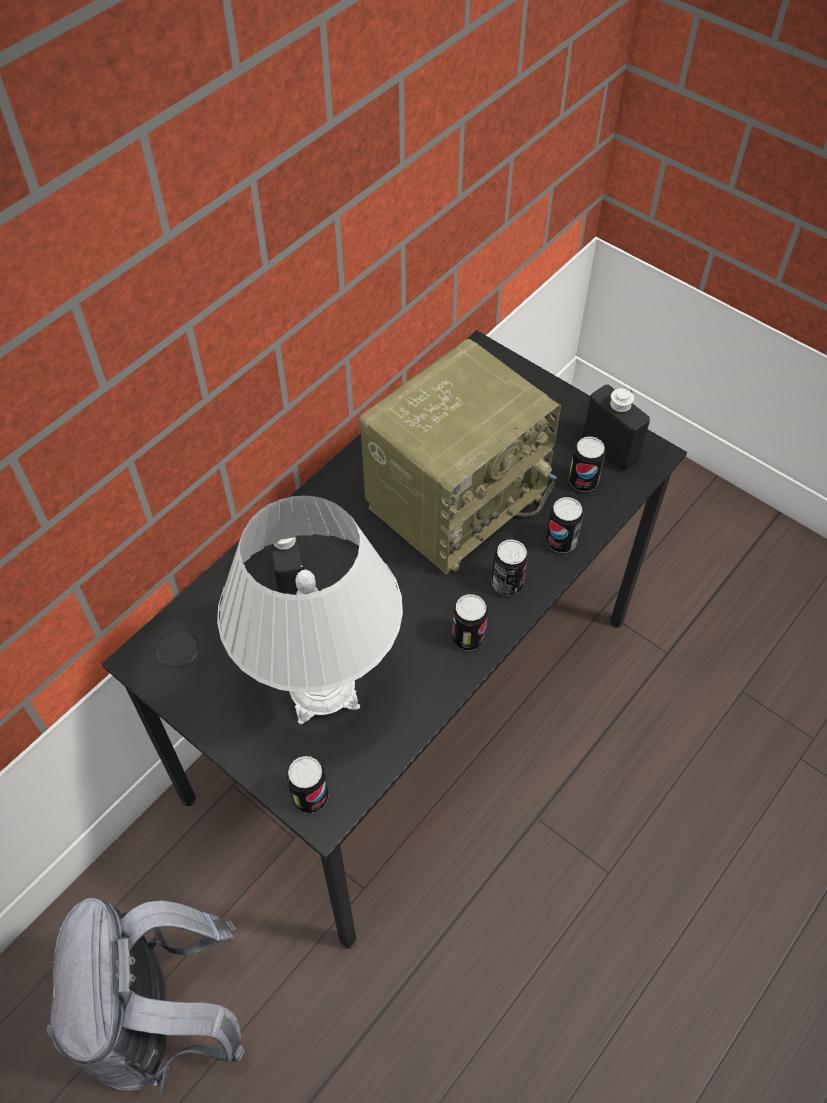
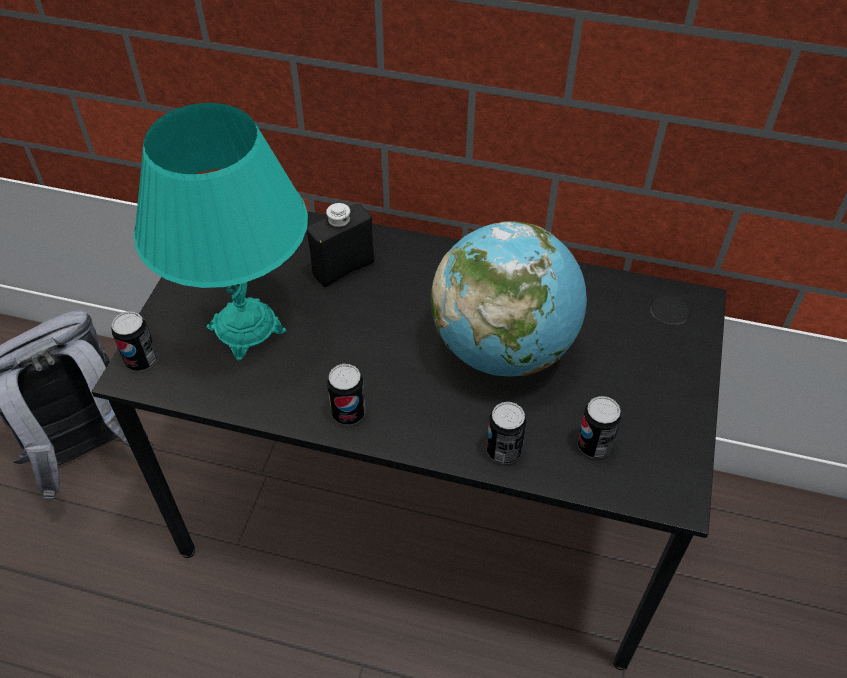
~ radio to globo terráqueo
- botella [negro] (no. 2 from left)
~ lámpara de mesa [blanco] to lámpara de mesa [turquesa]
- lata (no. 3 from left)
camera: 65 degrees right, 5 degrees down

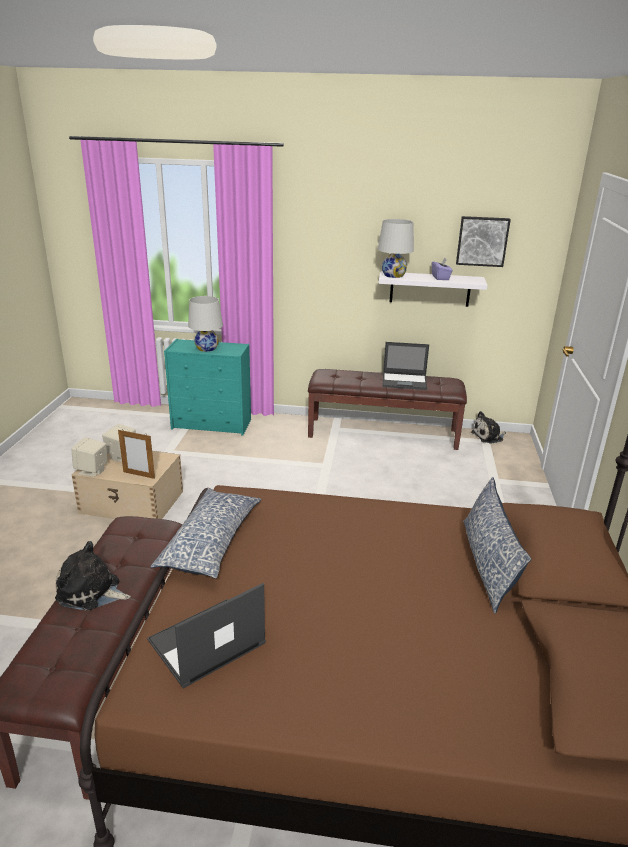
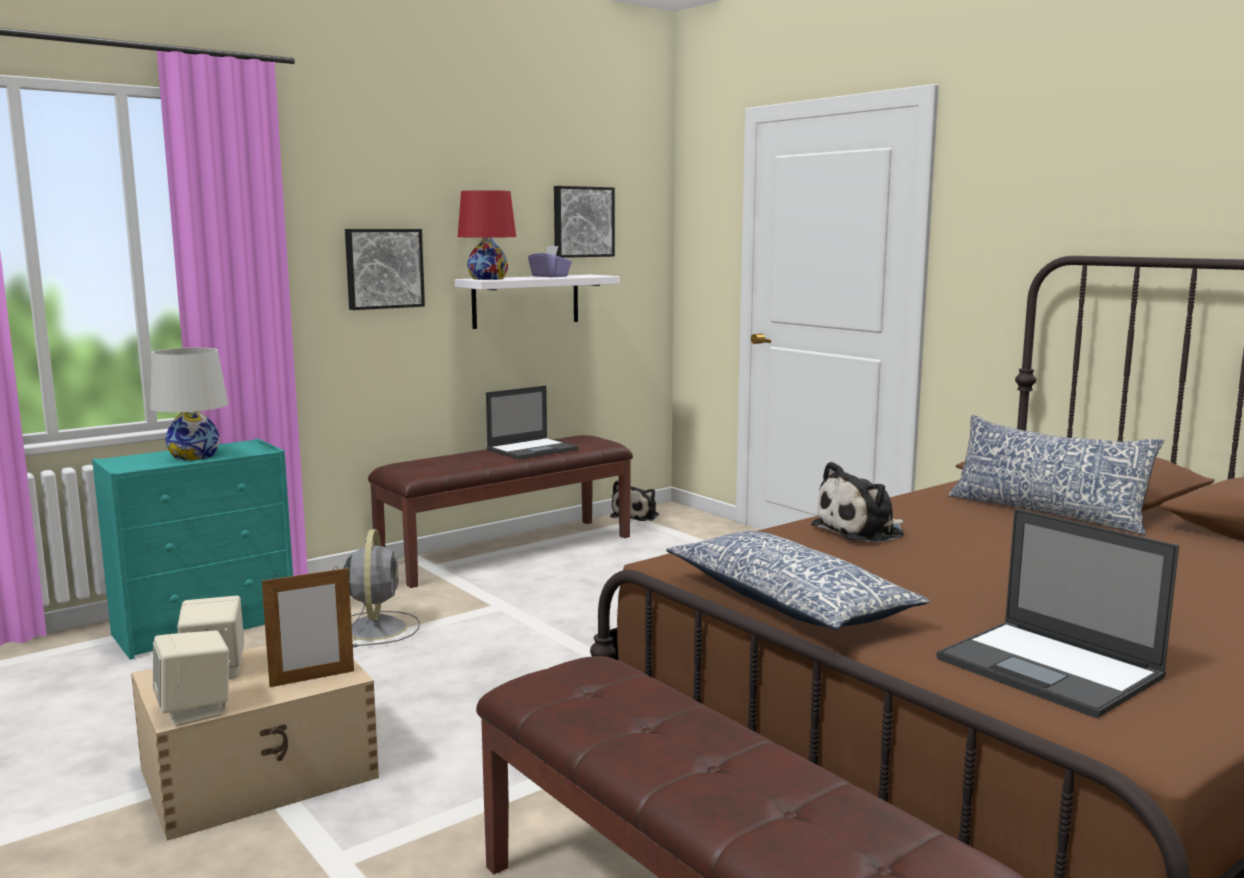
~ lámpara de mesa [blanco] (no. 2 from left) to lámpara de mesa [rojo]
~ peluche (no. 1 from left in the first image) to peluche (no. 2 from left)
~ portátil (no. 1 from left in the first image) 45 degrees counterclockwise
+ cuadro (no. 1 from left)
+ ventilador [gris]
camera: 45 degrees left, 15 degrees down

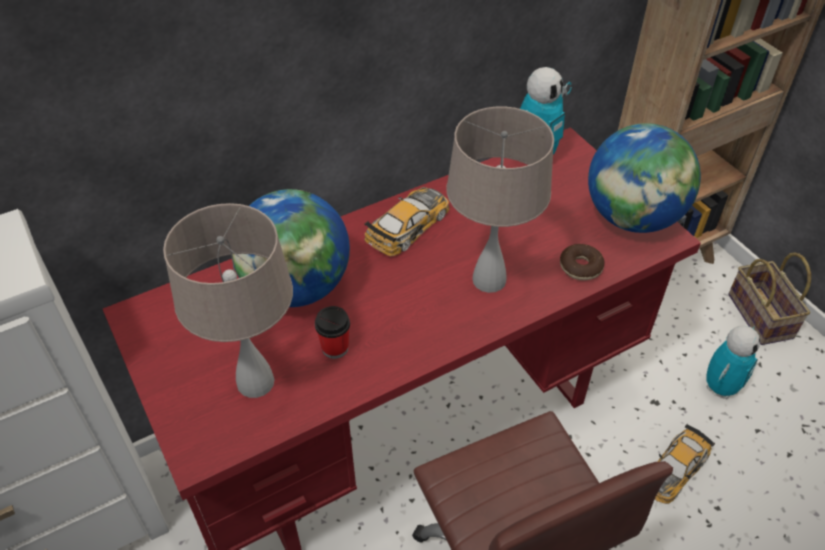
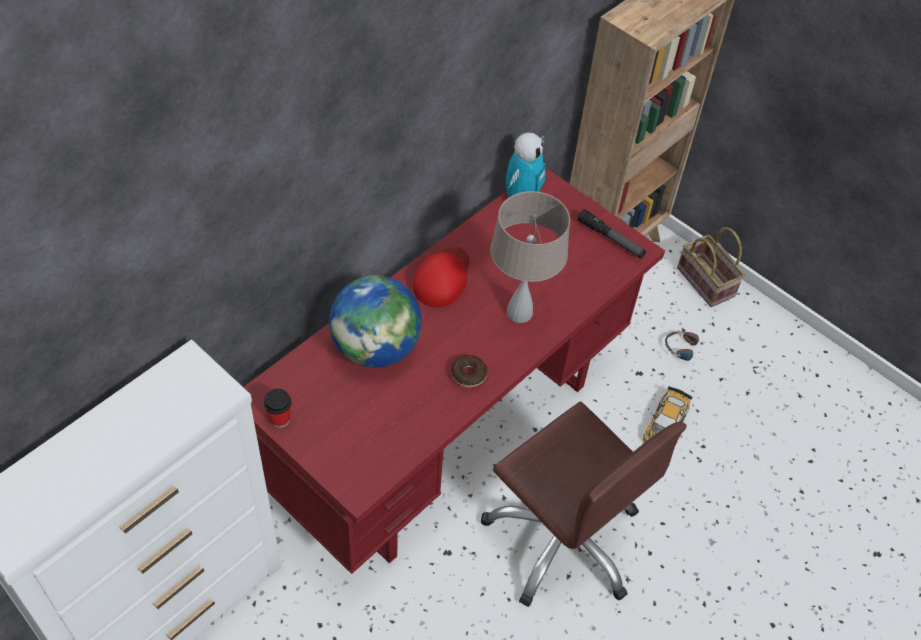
~ globo terráqueo (no. 2 from left) to linterna
~ coche de juguete (no. 1 from left) to gorra [rojo]
- lámpara de mesa [beis] (no. 1 from left)
~ rosquilla
~ taza
~ robot de juguete (no. 2 from left) to auriculares
camera: 20 degrees left, 5 degrees up

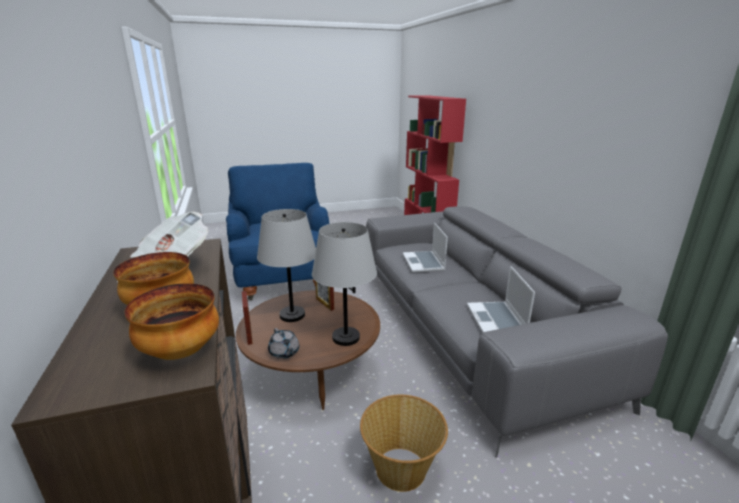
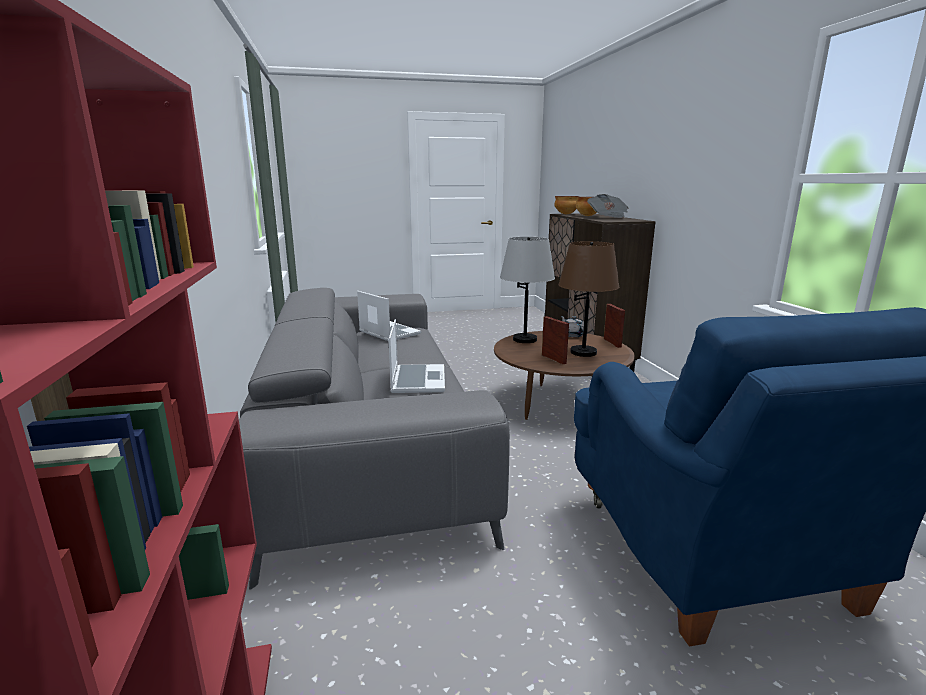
~ lámpara de mesa [gris] (no. 1 from left) to lámpara de mesa [marrón]
~ portátil (no. 2 from left in the first image) 45 degrees counterclockwise
- cesta
camera: 175 degrees left, 5 degrees down

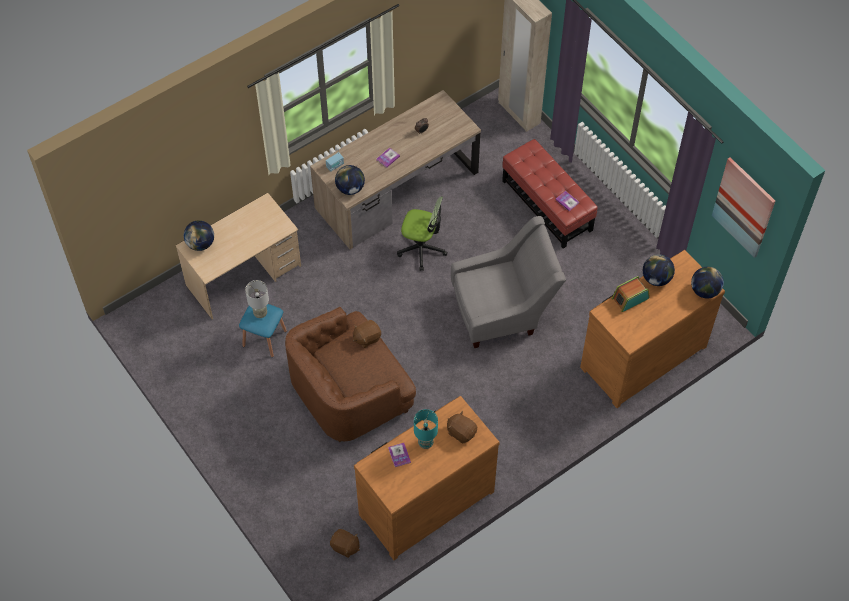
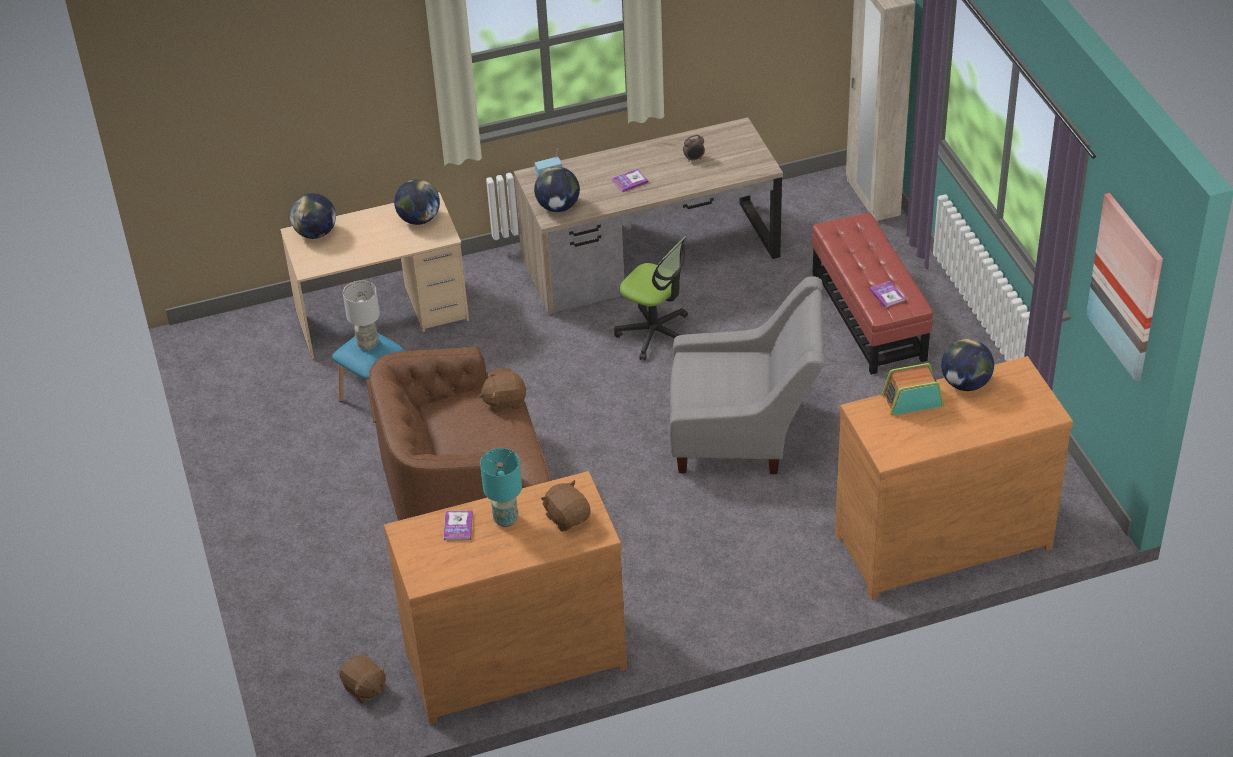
~ globo terráqueo (no. 4 from left in the first image) to globo terráqueo (no. 2 from left)
camera: 20 degrees right, 15 degrees down

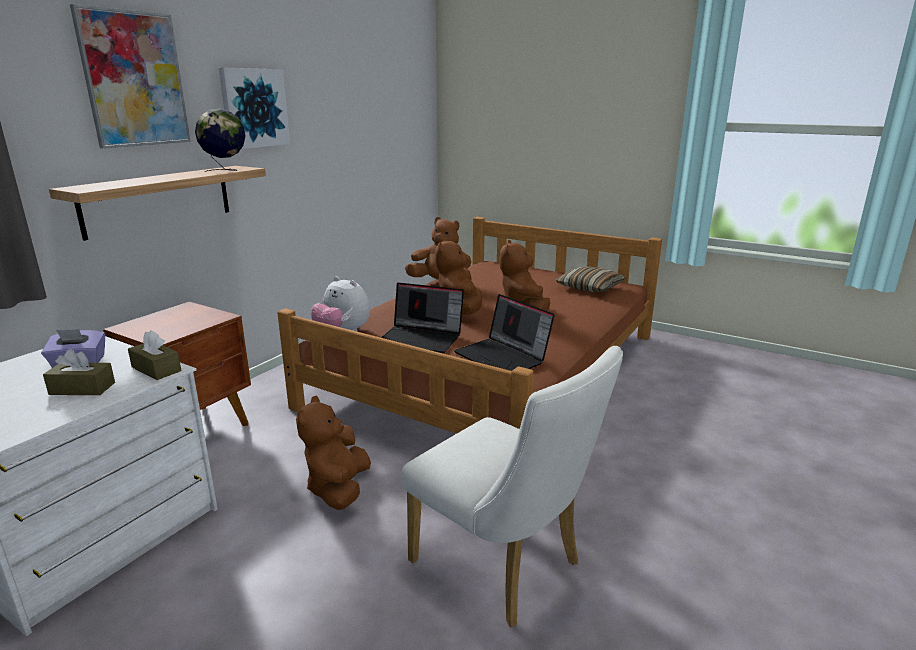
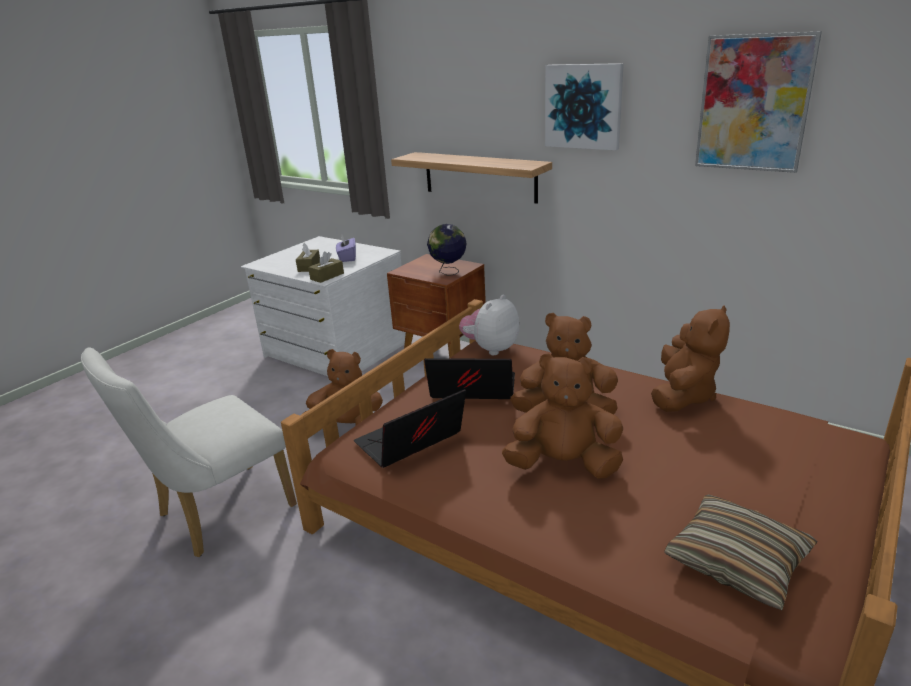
~ cuadro (no. 1 from left in the first image) to cuadro (no. 2 from left)
~ globo terráqueo
~ portátil (no. 1 from left in the first image) 75 degrees clockwise
camera: 95 degrees right, 5 degrees up

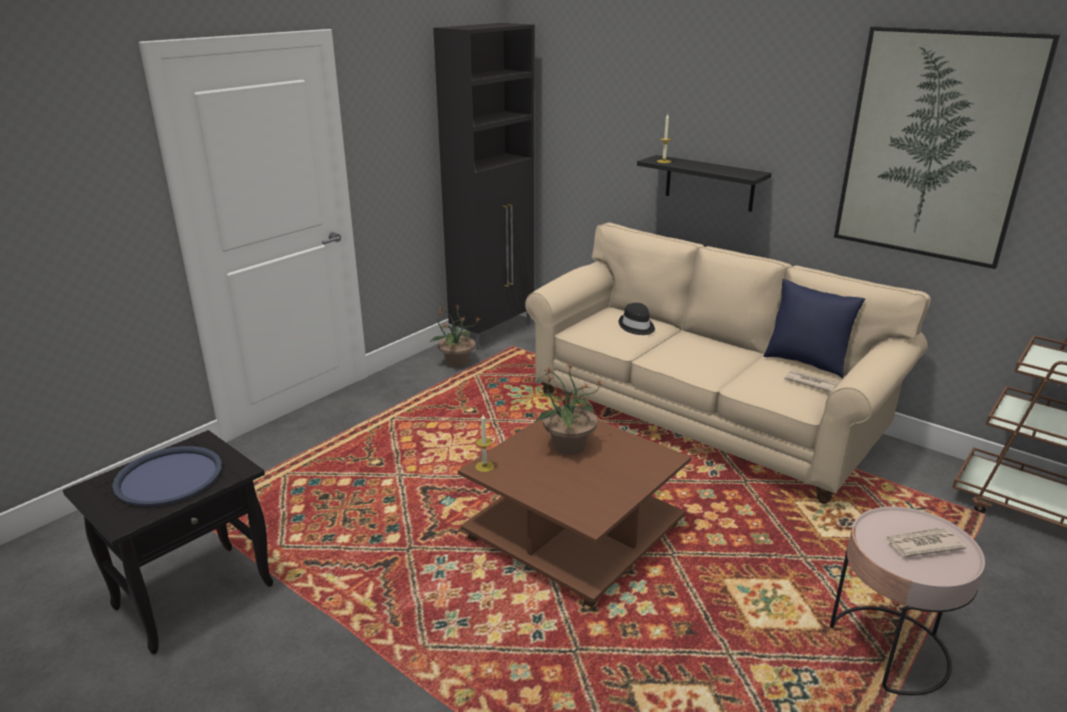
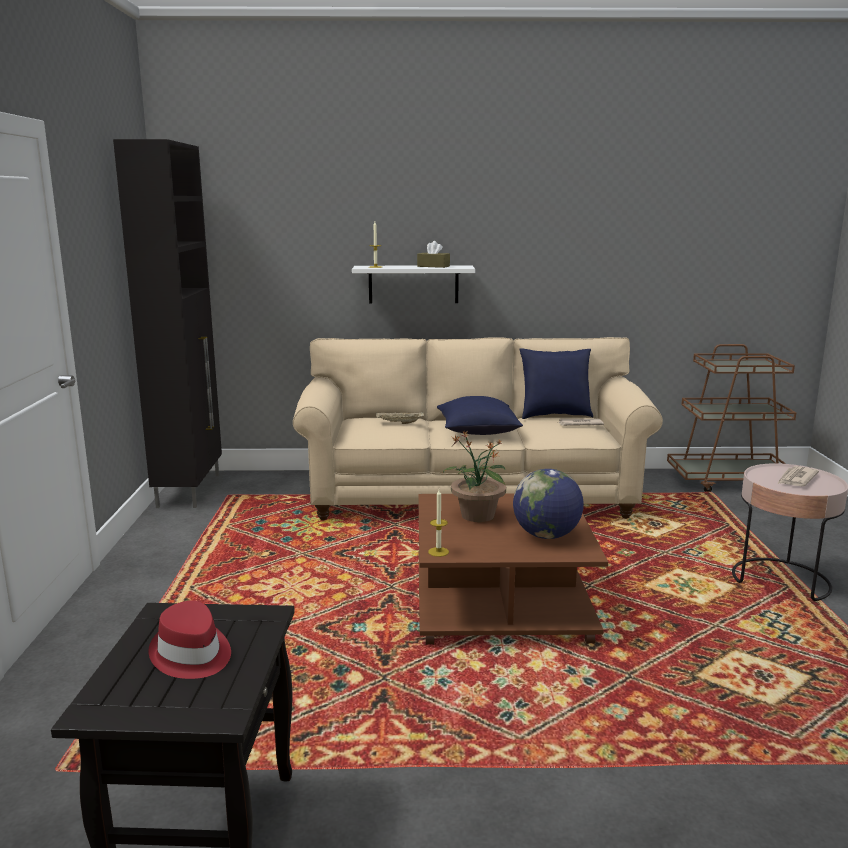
- cuadro
~ estante [negro] to estante [blanco]
~ sombrero [negro] to bandeja [beis]
- planta en maceta (no. 1 from left)
~ bandeja [azul] to sombrero [rojo]
+ caja de pañuelos [marrón]
+ cojín [azul] (no. 1 from left)
+ globo terráqueo
camera: 40 degrees left, 10 degrees down

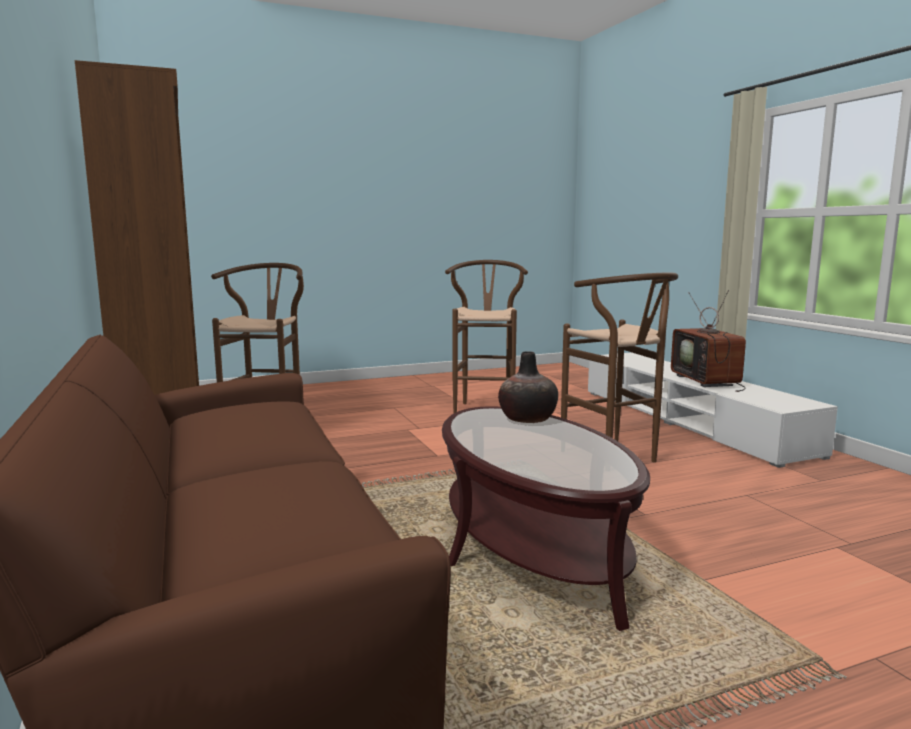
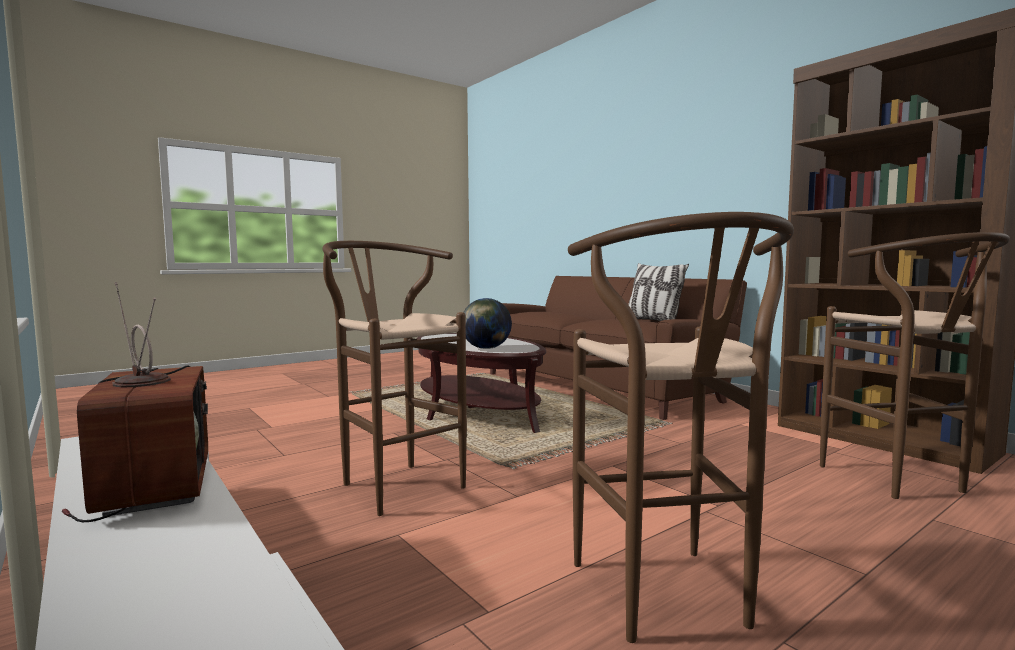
~ florero to globo terráqueo
+ cojín
camera: 165 degrees right, 5 degrees down

